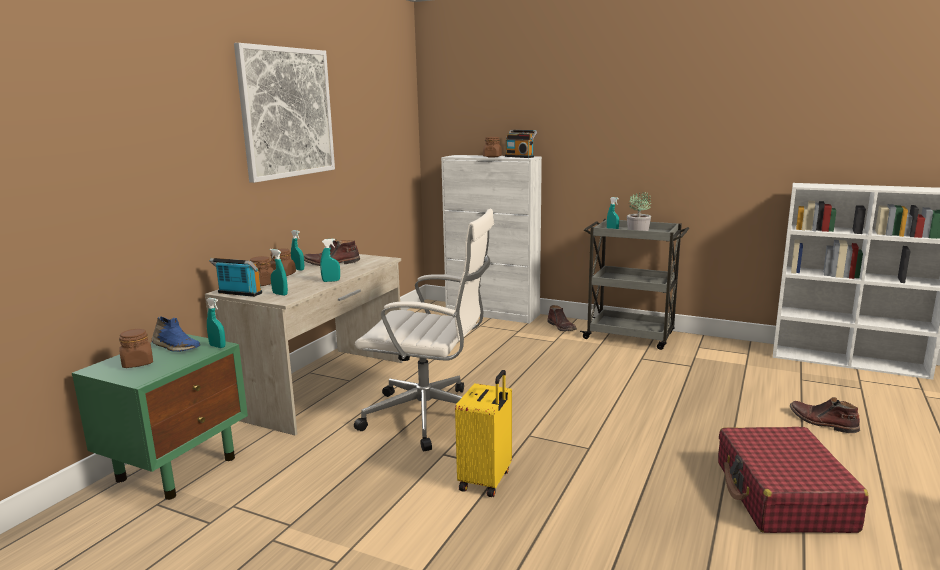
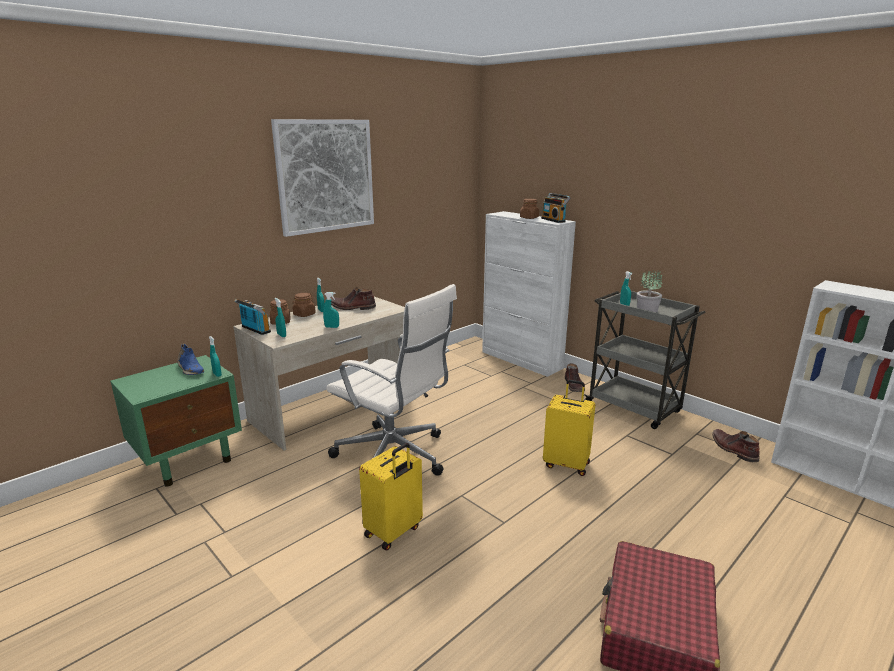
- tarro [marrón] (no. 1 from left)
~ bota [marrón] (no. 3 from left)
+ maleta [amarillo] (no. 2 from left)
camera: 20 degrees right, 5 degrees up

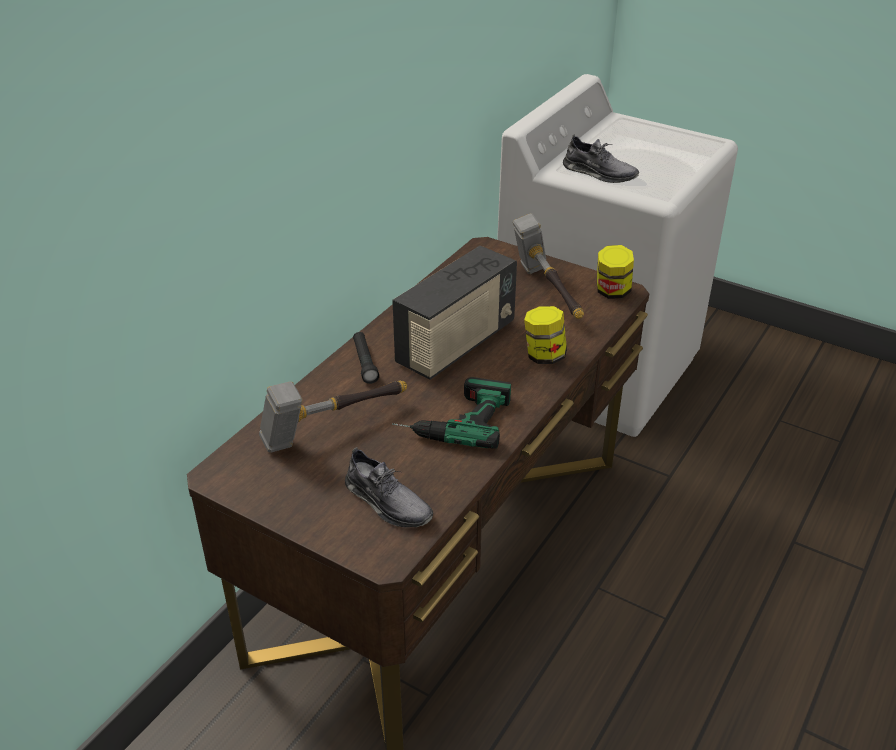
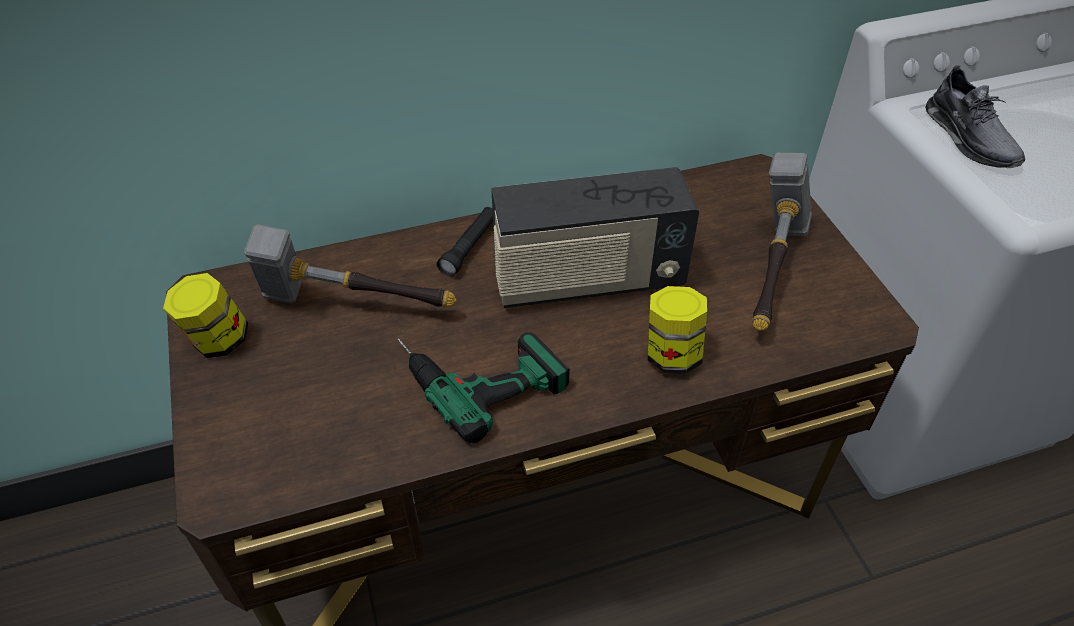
~ tarro (no. 2 from left in the first image) to tarro (no. 1 from left)
- zapato [gris] (no. 1 from left)
camera: 40 degrees right, 10 degrees up

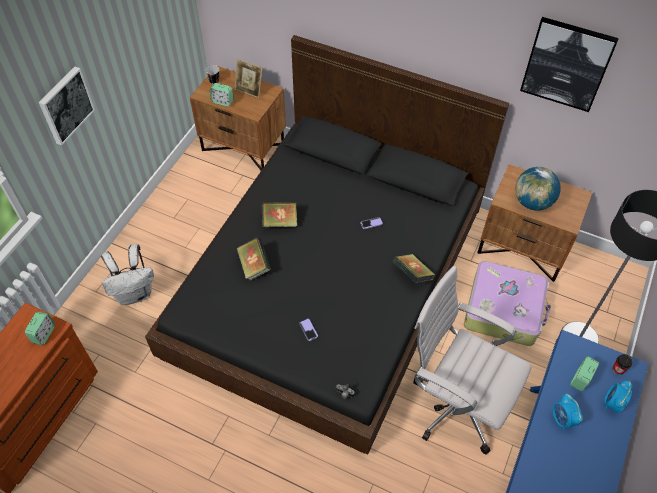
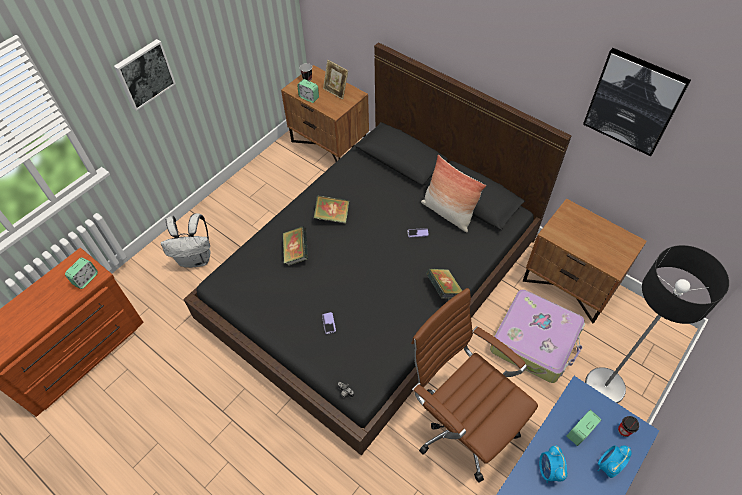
- globo terráqueo
~ silla de oficina [blanco] to silla de oficina [marrón]
+ cojín
camera: 15 degrees right, 0 degrees up

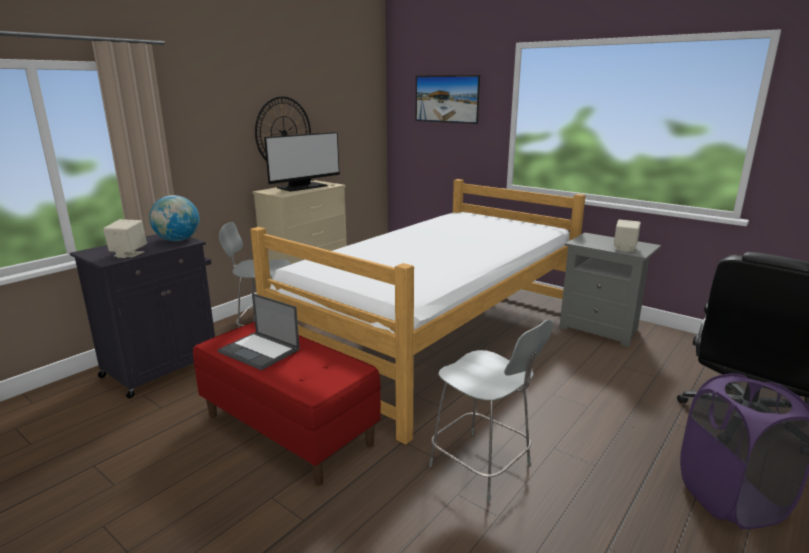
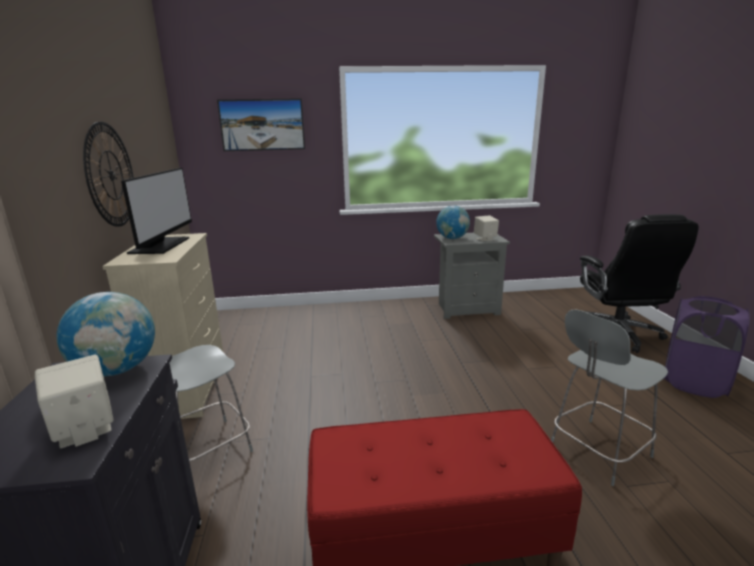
- cama
- portátil
~ silla [gris] (no. 2 from left) 150 degrees clockwise
+ globo terráqueo (no. 2 from left)
camera: 45 degrees left, 0 degrees up

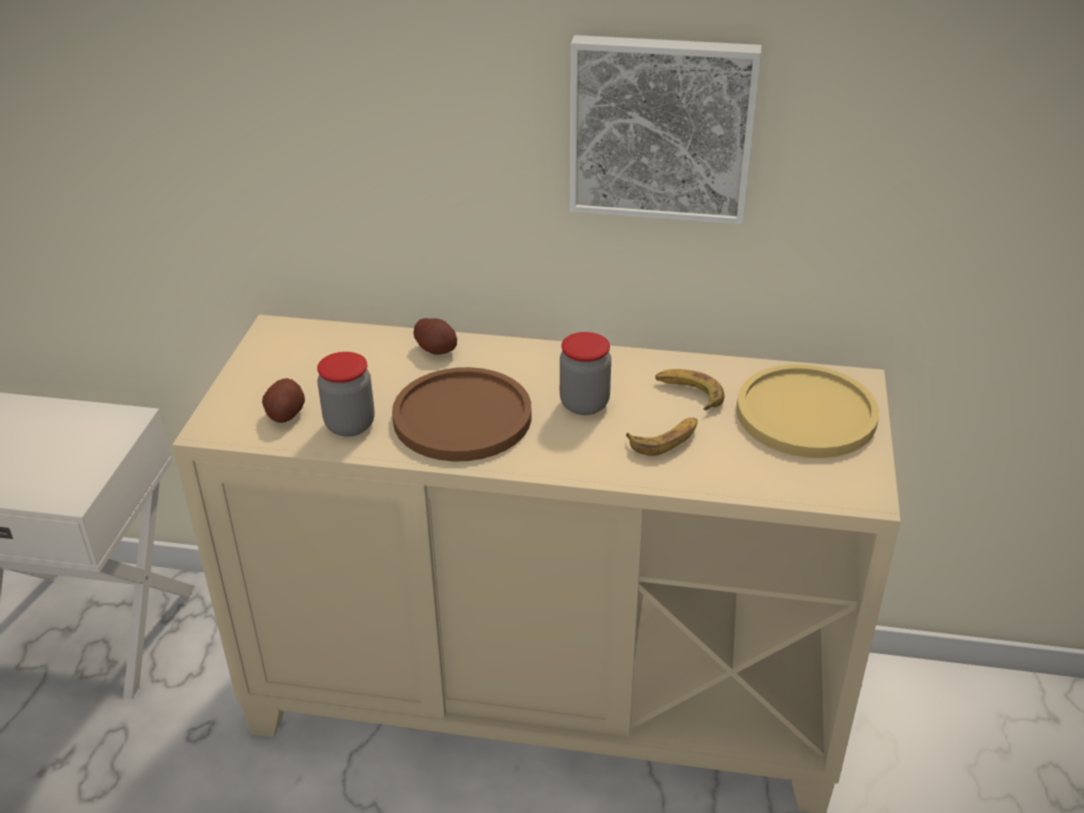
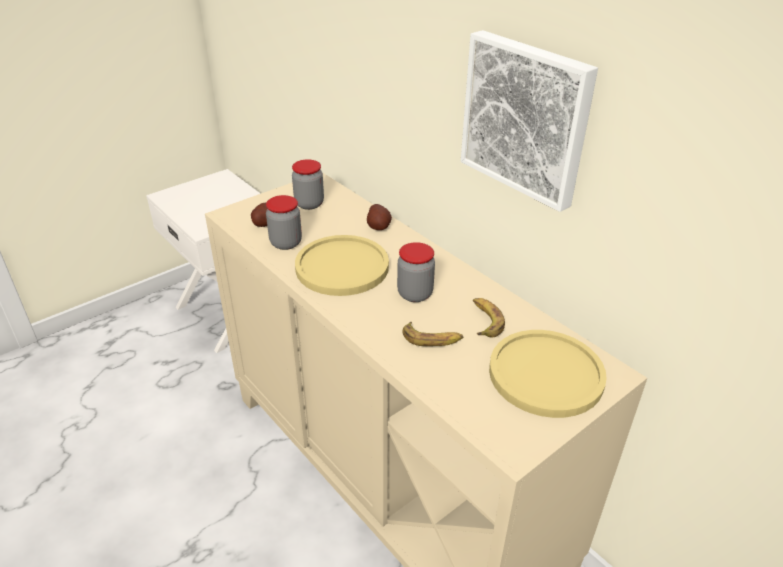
~ plato [marrón] to plato [amarillo] (no. 1 from left)
+ tarro (no. 2 from left)
camera: 40 degrees right, 0 degrees up

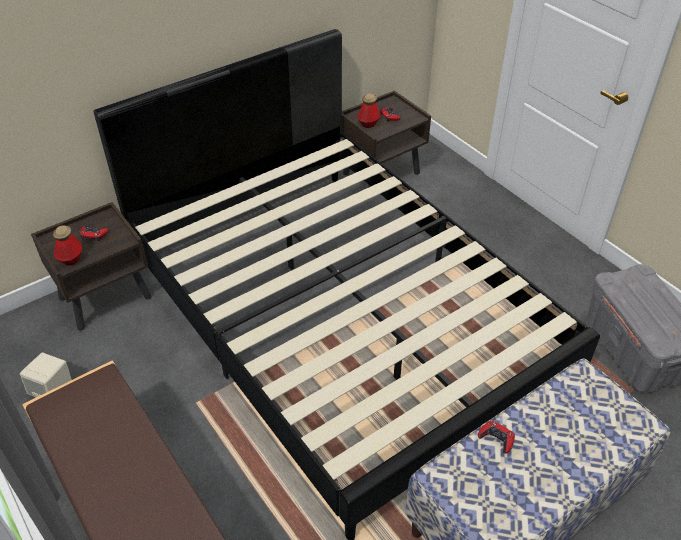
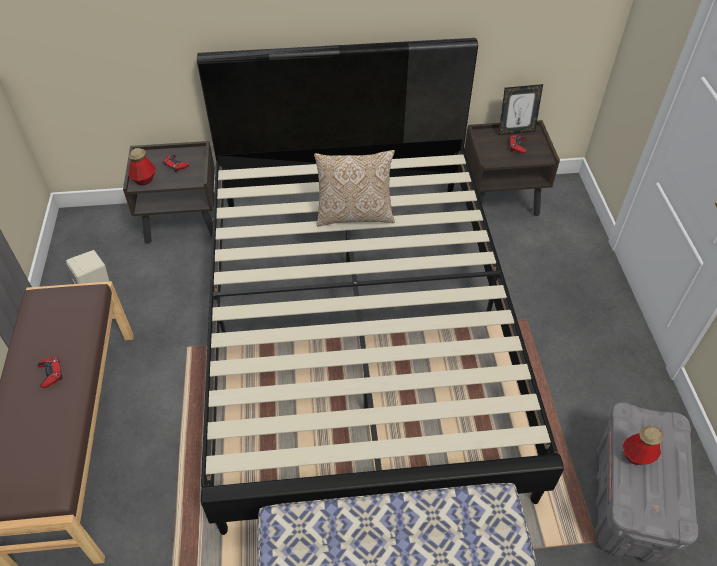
~ botella (no. 2 from left)
~ mando de consola [rojo] (no. 3 from left in the first image) to mando de consola [rojo] (no. 1 from left)
+ portarretratos
+ cojín
camera: 30 degrees right, 5 degrees up

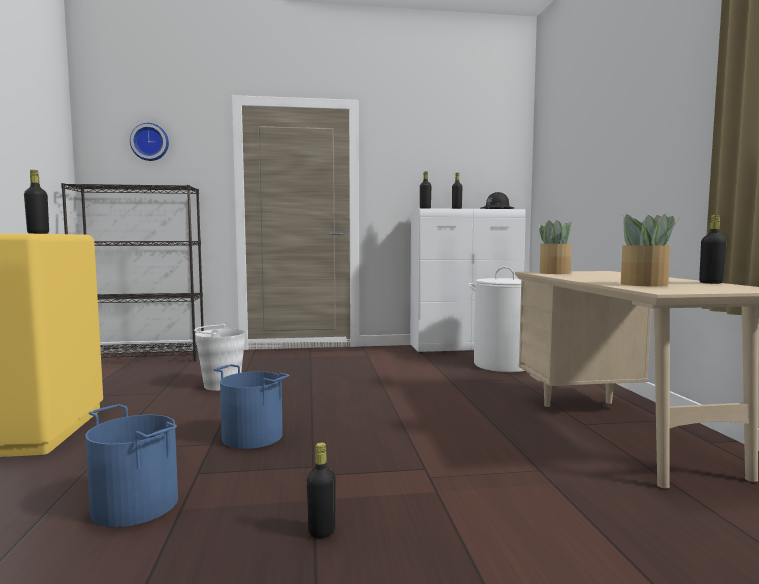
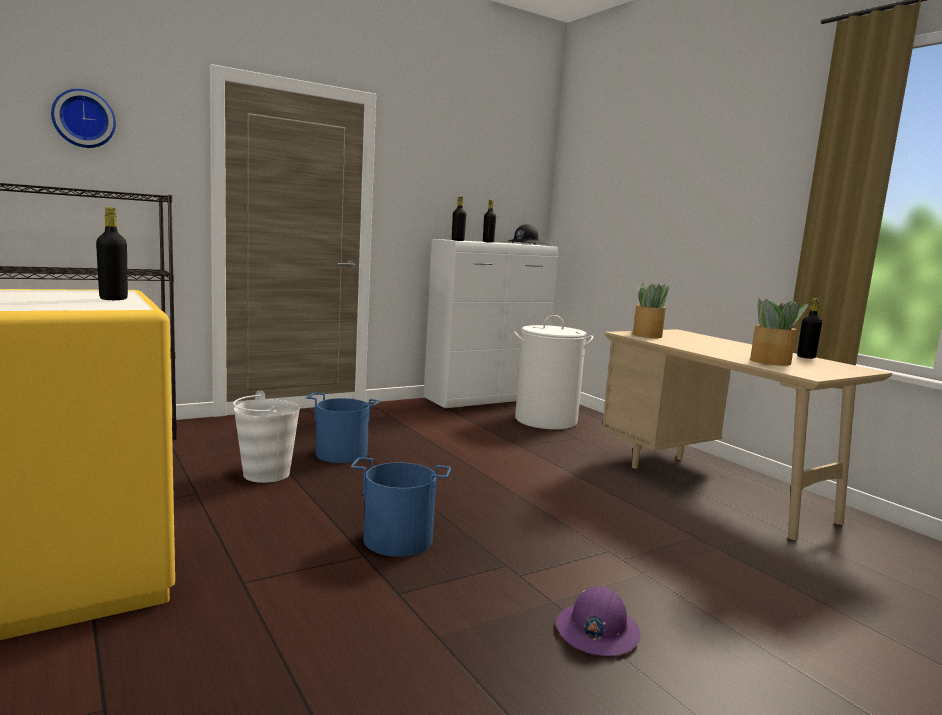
~ cubo [azul] (no. 1 from left)
~ botella [negro] (no. 2 from left) to casco [morado]
camera: 25 degrees left, 5 degrees up

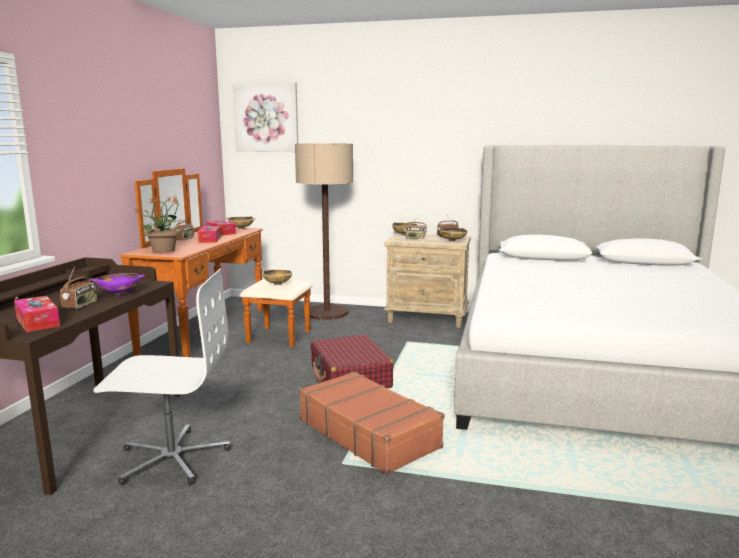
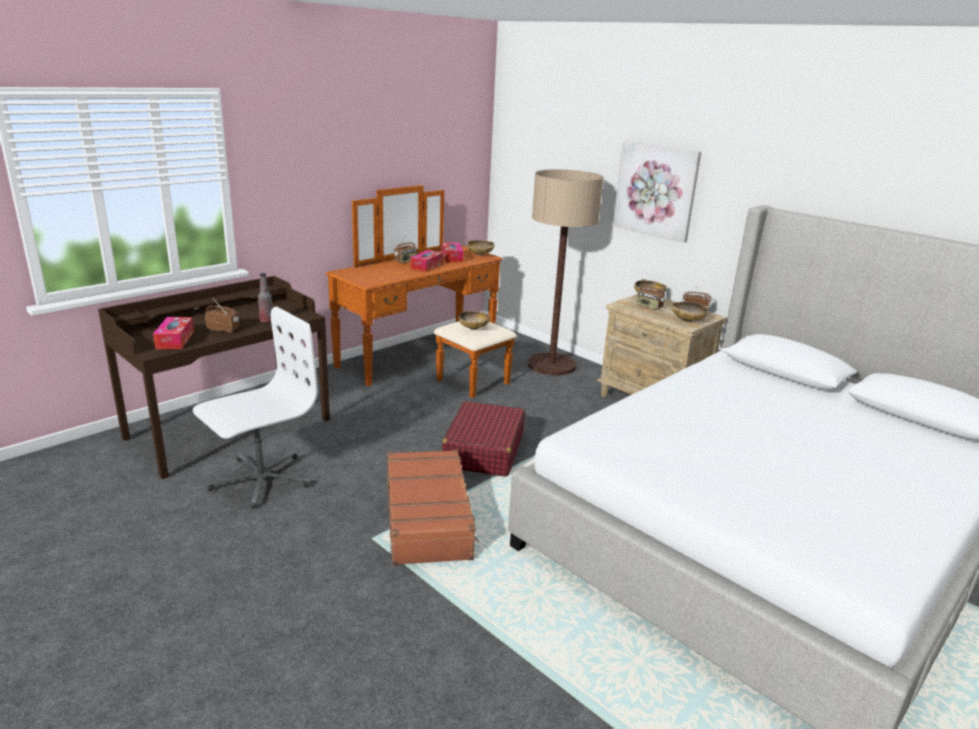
~ cuadro
- planta en maceta
~ radio (no. 1 from left) 120 degrees counterclockwise
~ silla de oficina [blanco] 75 degrees counterclockwise
~ cuenco [morado] to botella
camera: 30 degrees right, 10 degrees up

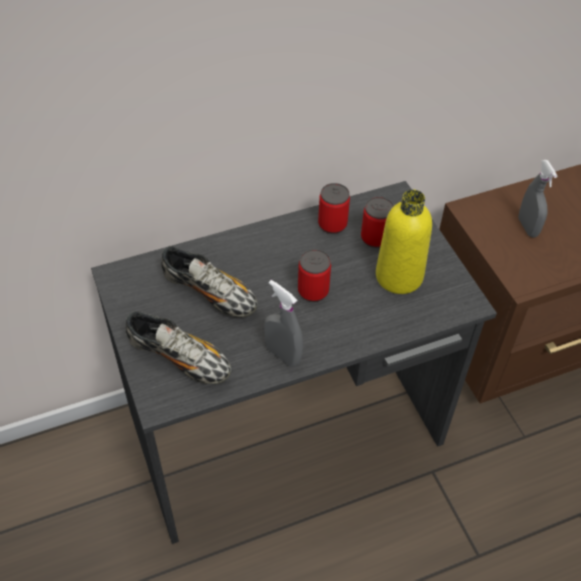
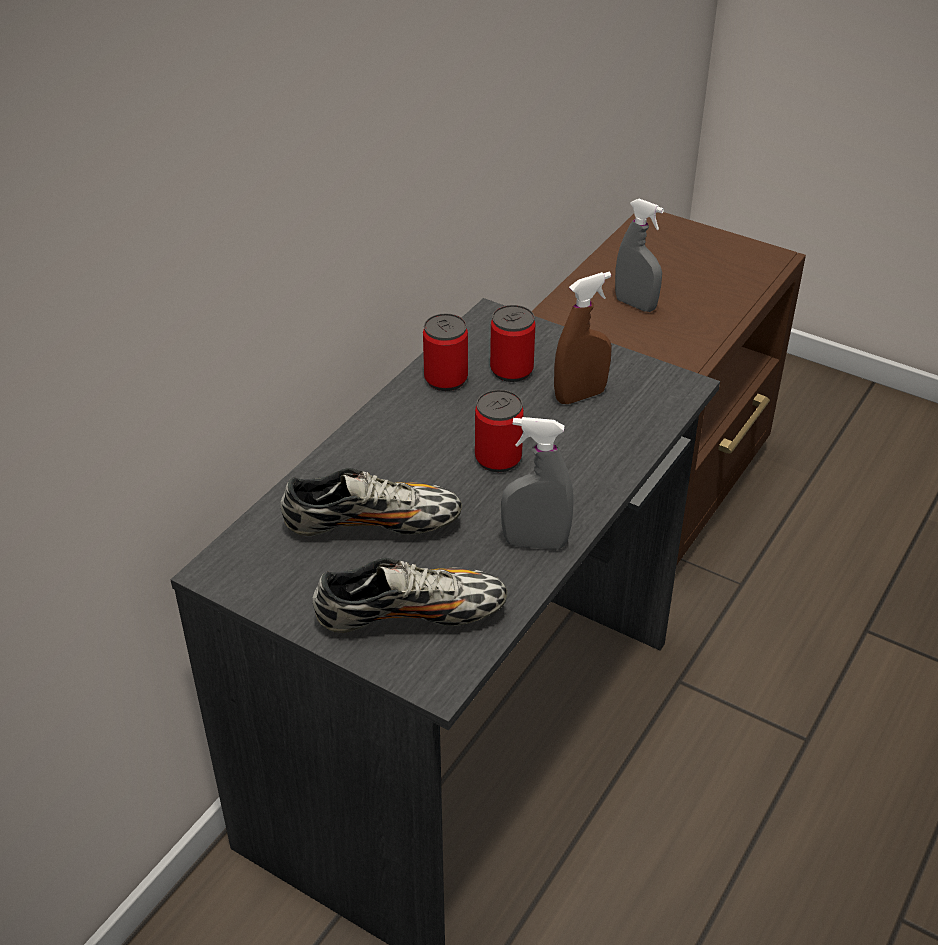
~ botella [amarillo] to pulverizador [marrón]
camera: 35 degrees left, 10 degrees down

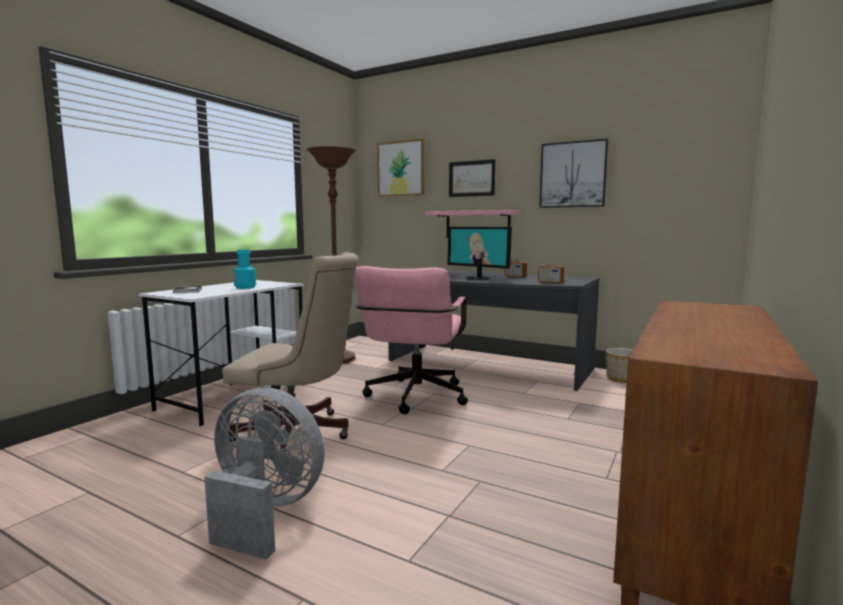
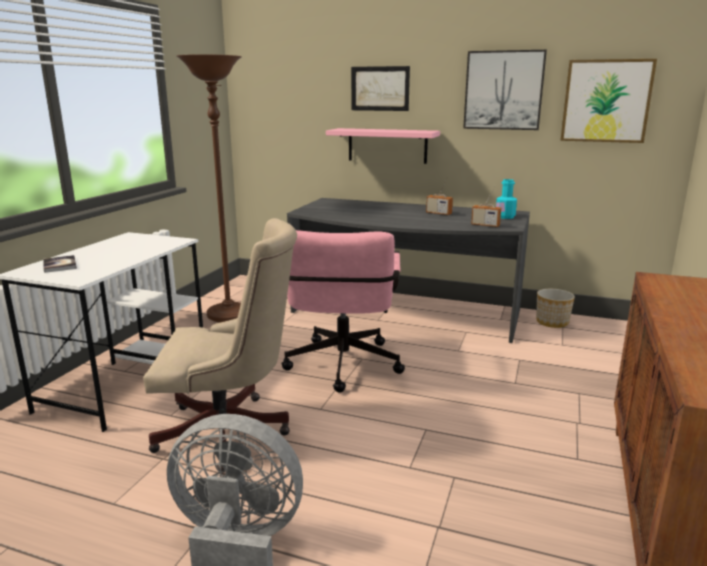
~ cuadro (no. 1 from left in the first image) to cuadro (no. 3 from left)
- monitor
~ botella [turquesa]
camera: 10 degrees left, 10 degrees up

